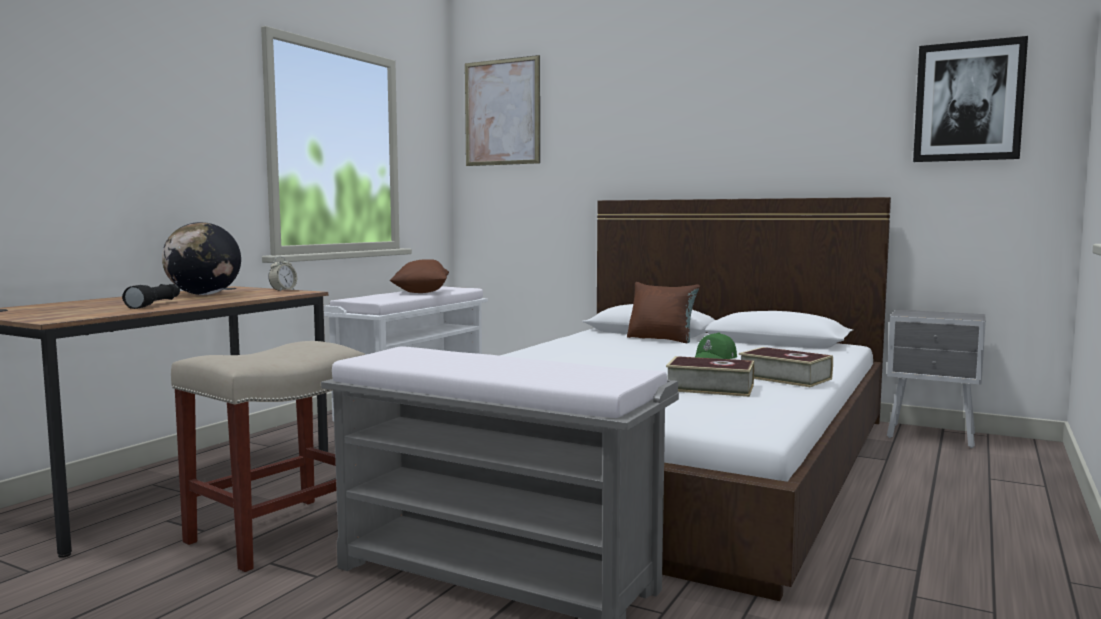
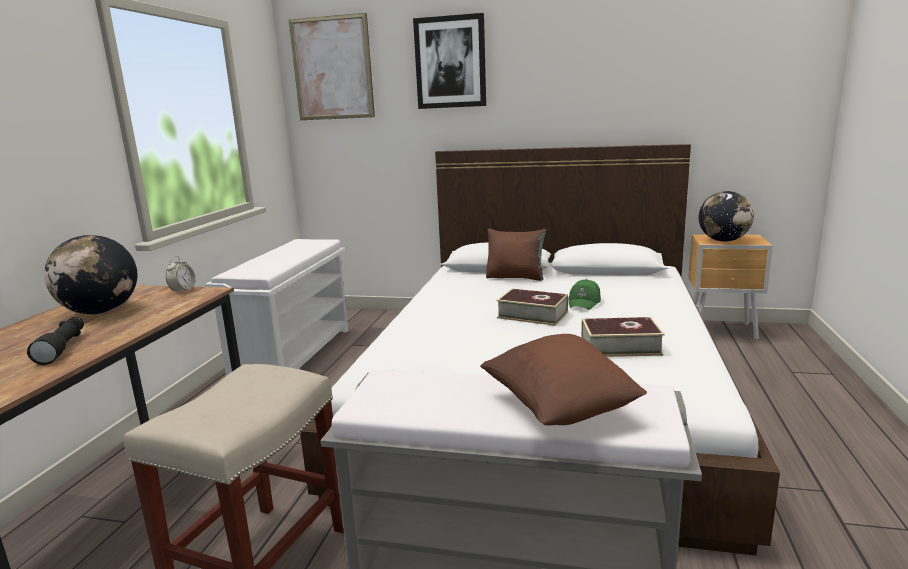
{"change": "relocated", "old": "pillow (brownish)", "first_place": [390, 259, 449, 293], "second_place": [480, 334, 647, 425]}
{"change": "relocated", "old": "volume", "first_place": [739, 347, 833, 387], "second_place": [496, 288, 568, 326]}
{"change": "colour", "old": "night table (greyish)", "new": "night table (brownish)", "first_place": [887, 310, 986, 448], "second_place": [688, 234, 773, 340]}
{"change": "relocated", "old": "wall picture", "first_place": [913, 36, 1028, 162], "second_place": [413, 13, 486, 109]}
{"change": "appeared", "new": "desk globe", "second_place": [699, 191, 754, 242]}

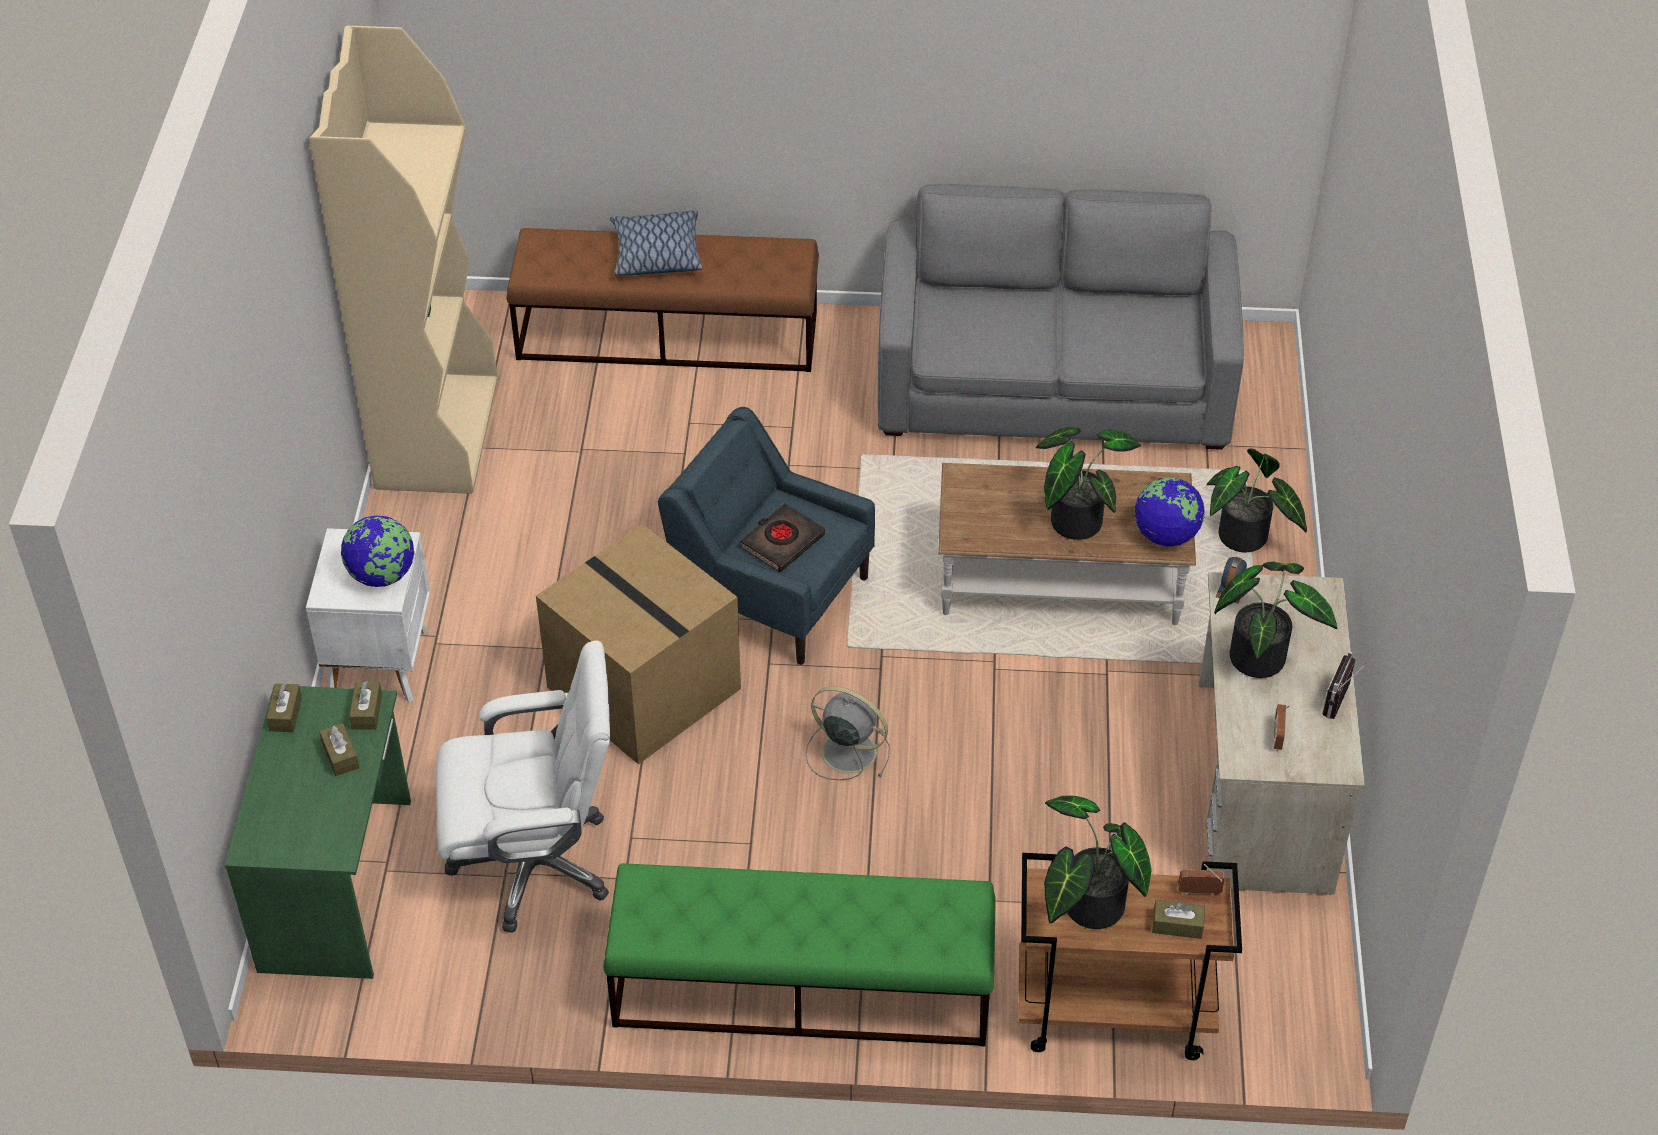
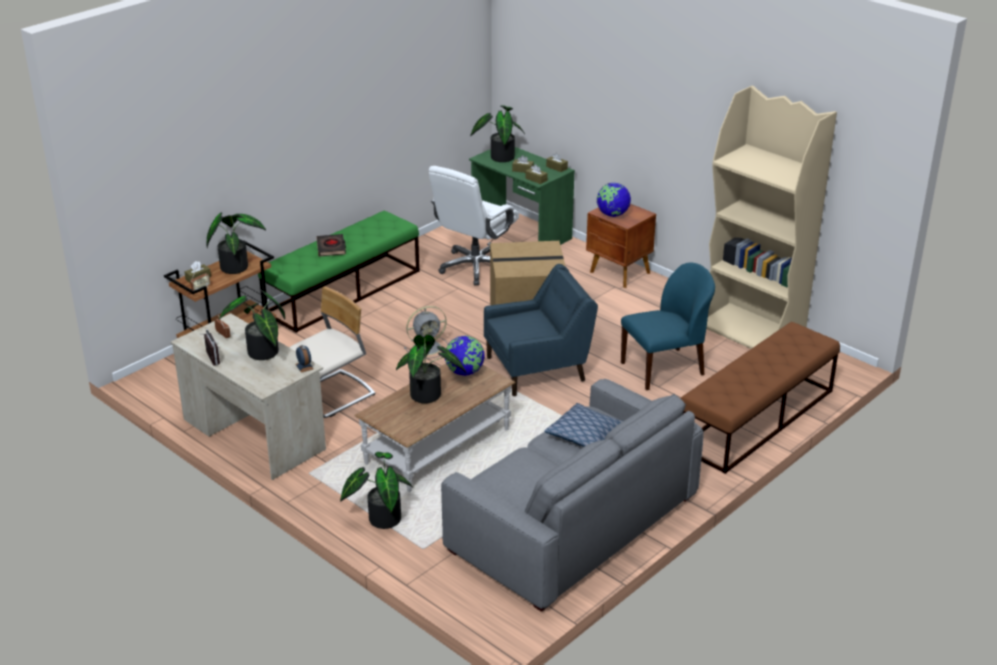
{"change": "colour", "old": "night table (white-coloured)", "new": "night table (brownish)", "first_place": [306, 528, 430, 702], "second_place": [586, 204, 656, 288]}
{"change": "relocated", "old": "pillow", "first_place": [610, 210, 703, 276], "second_place": [544, 403, 623, 447]}
{"change": "relocated", "old": "volume (blackish)", "first_place": [740, 503, 825, 572], "second_place": [316, 234, 346, 256]}
{"change": "relocated", "old": "desk globe", "first_place": [1134, 477, 1205, 547], "second_place": [445, 336, 485, 376]}
{"change": "appeared", "new": "upright chair (beige-coloured)", "second_place": [289, 286, 375, 418]}
{"change": "appeared", "new": "potted plant", "second_place": [471, 105, 525, 162]}
{"change": "appeared", "new": "upright chair (blue-coloured)", "second_place": [621, 262, 715, 390]}

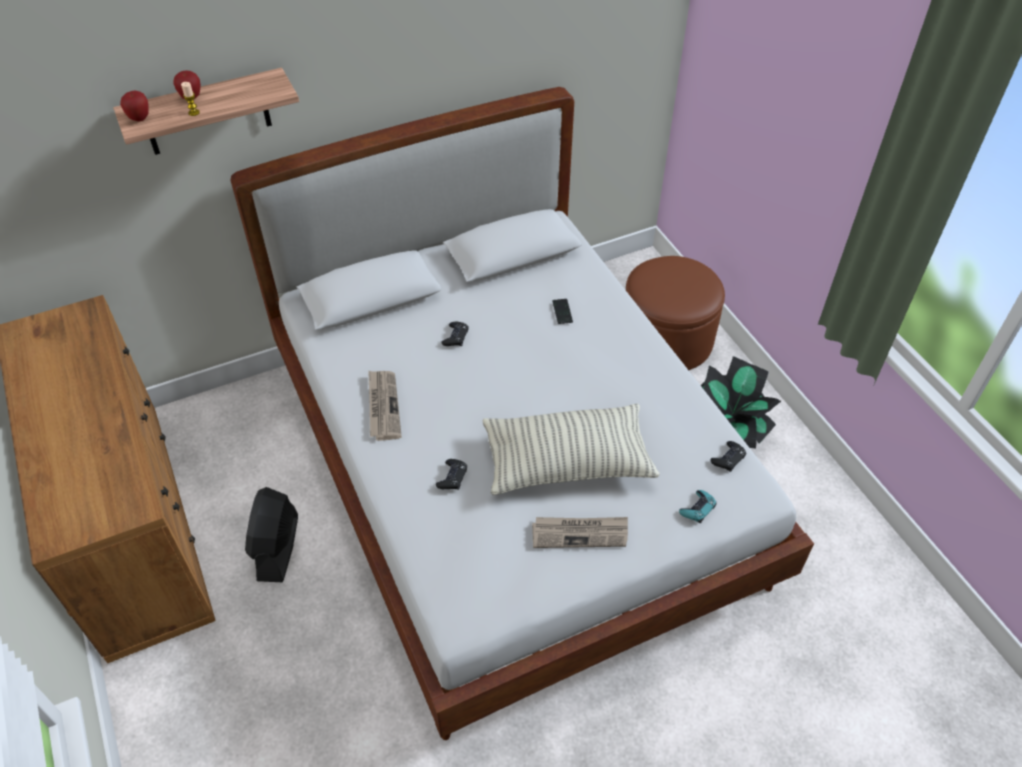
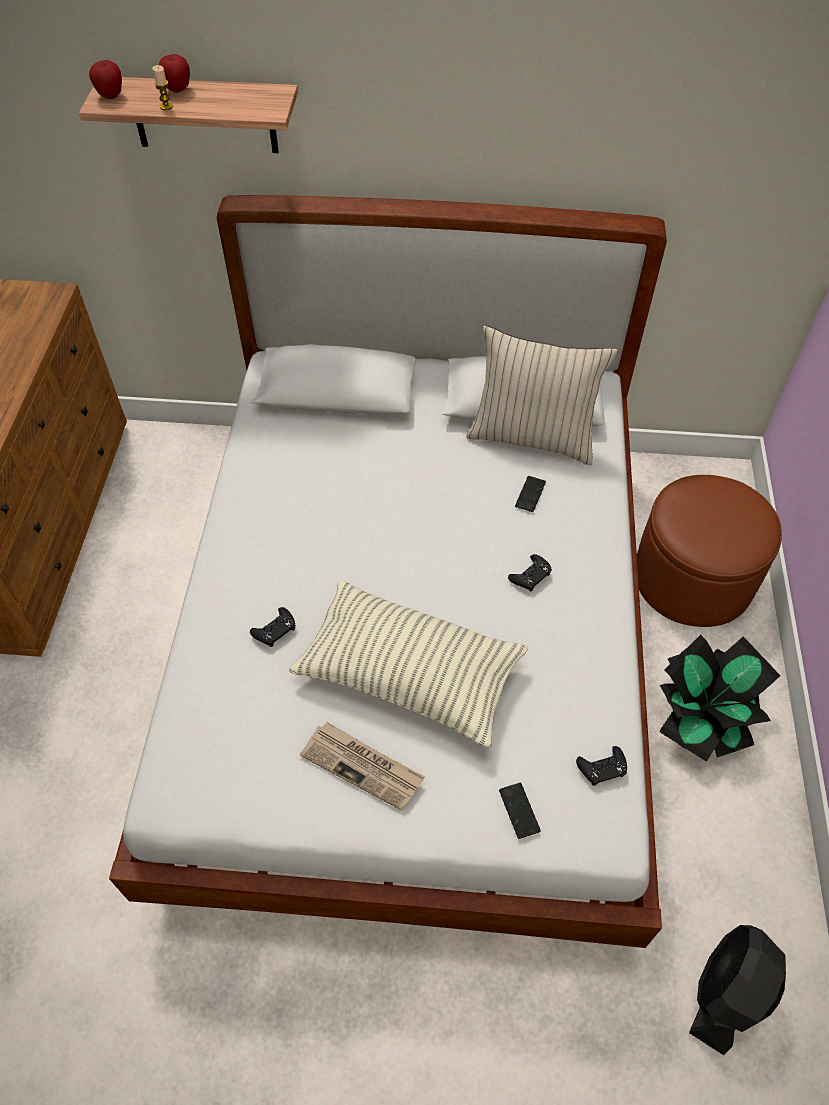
{"change": "relocated", "old": "fan (blackish)", "first_place": [245, 487, 298, 582], "second_place": [689, 925, 786, 1055]}
{"change": "missing", "old": "daily paper", "first_place": [368, 370, 402, 441]}
{"change": "relocated", "old": "gamepad (blackish)", "first_place": [441, 322, 469, 346], "second_place": [508, 554, 552, 591]}
{"change": "exchanged", "old": "gamepad (blue-green)", "new": "phone", "first_place": [679, 490, 717, 523], "second_place": [499, 783, 541, 839]}
{"change": "appeared", "new": "pillow (beige-coloured)", "second_place": [466, 325, 618, 465]}

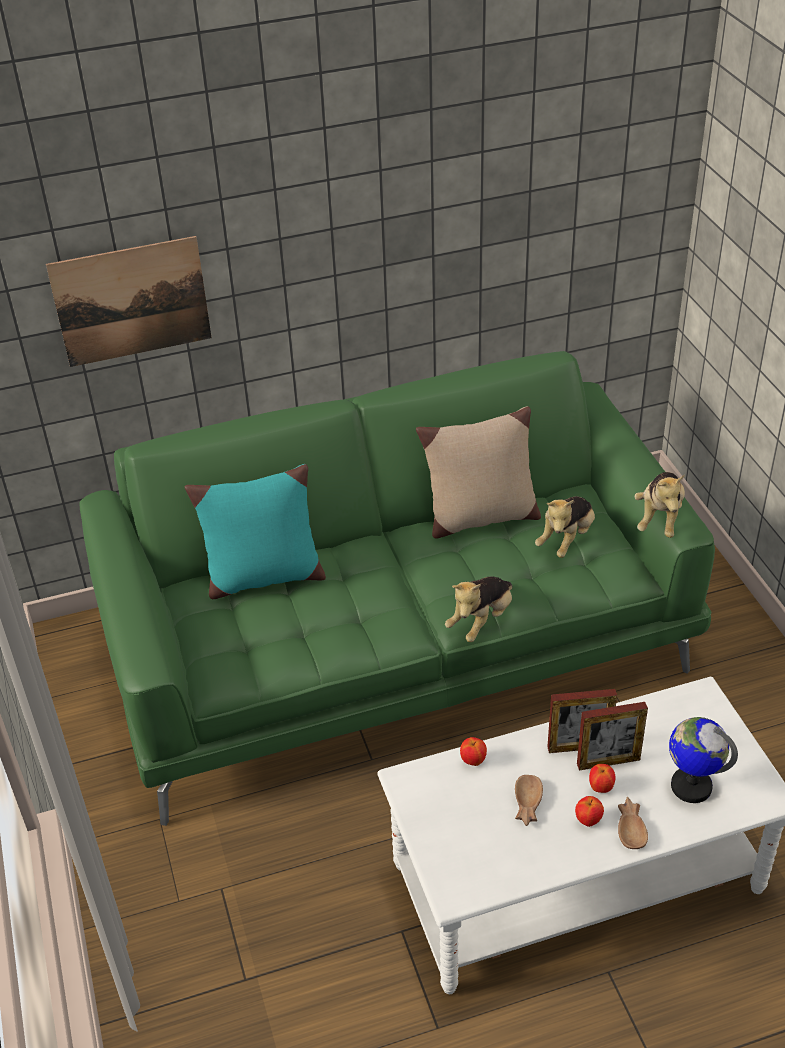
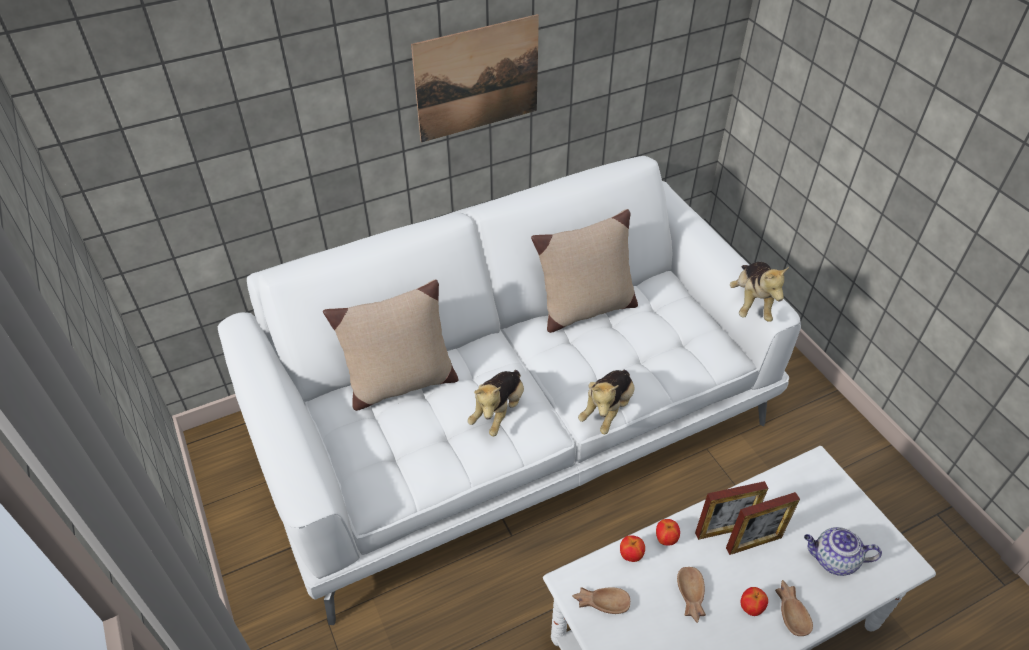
{"change": "relocated", "old": "wall picture", "first_place": [46, 236, 212, 367], "second_place": [411, 14, 539, 143]}
{"change": "colour", "old": "sofa (green-coloured)", "new": "sofa (white-coloured)", "first_place": [79, 351, 715, 826], "second_place": [218, 156, 801, 625]}
{"change": "colour", "old": "pillow (blue-green)", "new": "pillow (beige-coloured)", "first_place": [185, 464, 326, 599], "second_place": [323, 279, 458, 411]}
{"change": "relocated", "old": "cuddly toy", "first_place": [535, 496, 595, 558], "second_place": [467, 370, 524, 436]}
{"change": "relocated", "old": "whole apple", "first_place": [589, 764, 615, 793], "second_place": [656, 519, 680, 546]}
{"change": "exchanged", "old": "desk globe", "new": "teapot", "first_place": [669, 717, 738, 803], "second_place": [804, 527, 882, 576]}
{"change": "appeared", "new": "bowl (brownish)", "second_place": [572, 587, 630, 614]}

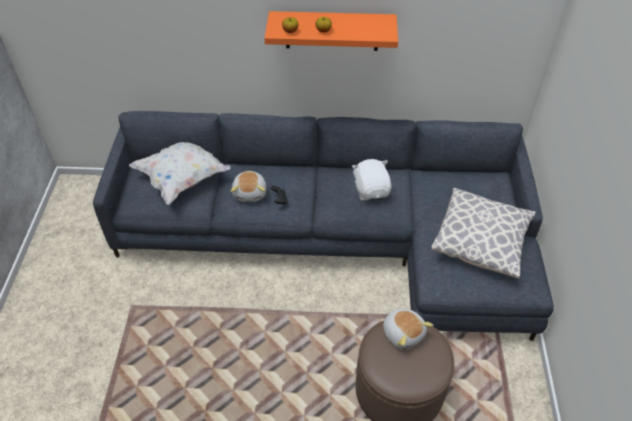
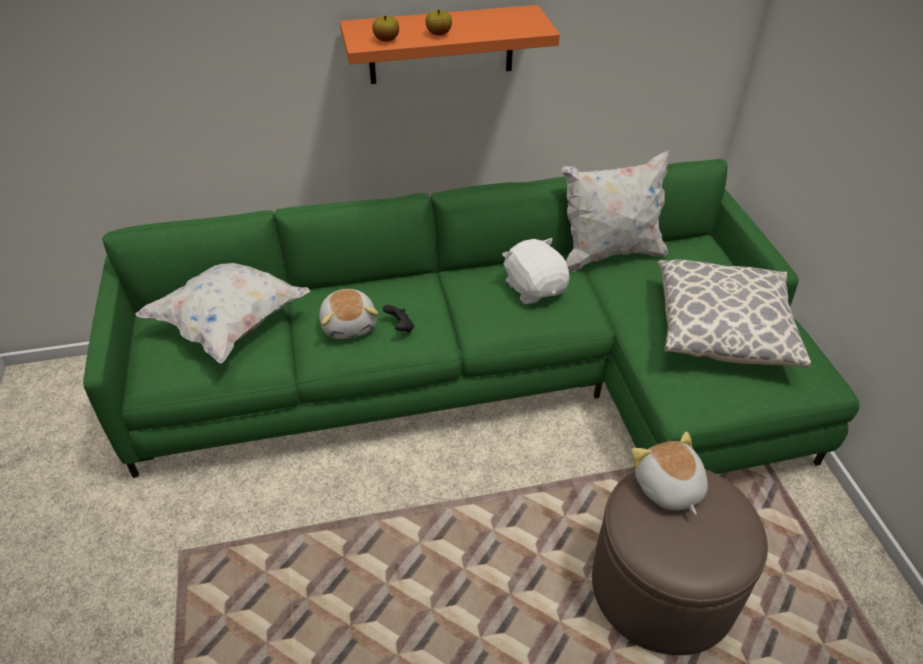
{"change": "colour", "old": "sofa (greyish)", "new": "sofa (green-coloured)", "first_place": [93, 111, 554, 341], "second_place": [83, 159, 859, 478]}
{"change": "spun", "old": "cuddly toy", "first_place": [383, 309, 433, 349], "second_place": [631, 432, 708, 515], "degrees": -150}
{"change": "appeared", "new": "pillow (white-coloured)", "second_place": [561, 150, 670, 272]}

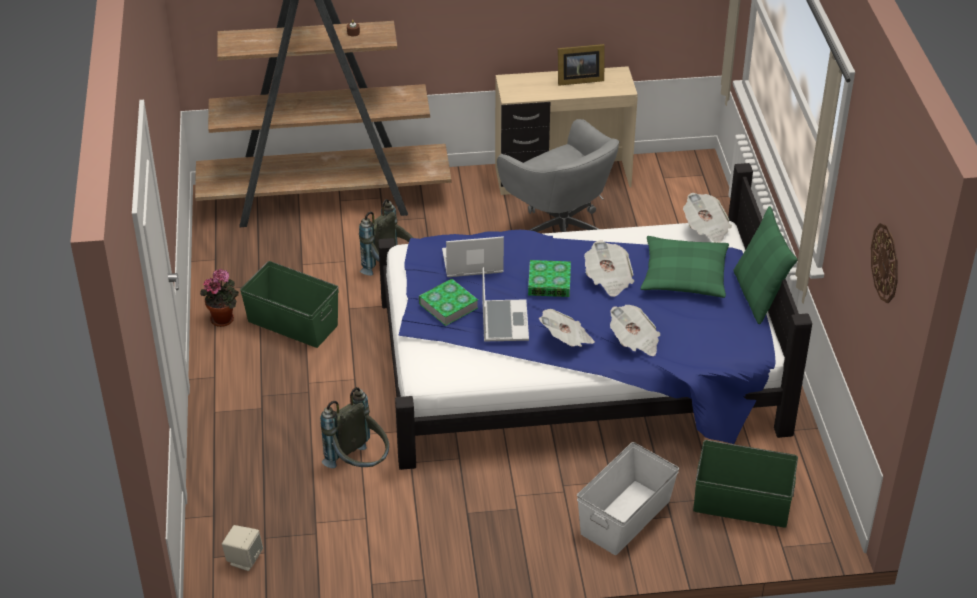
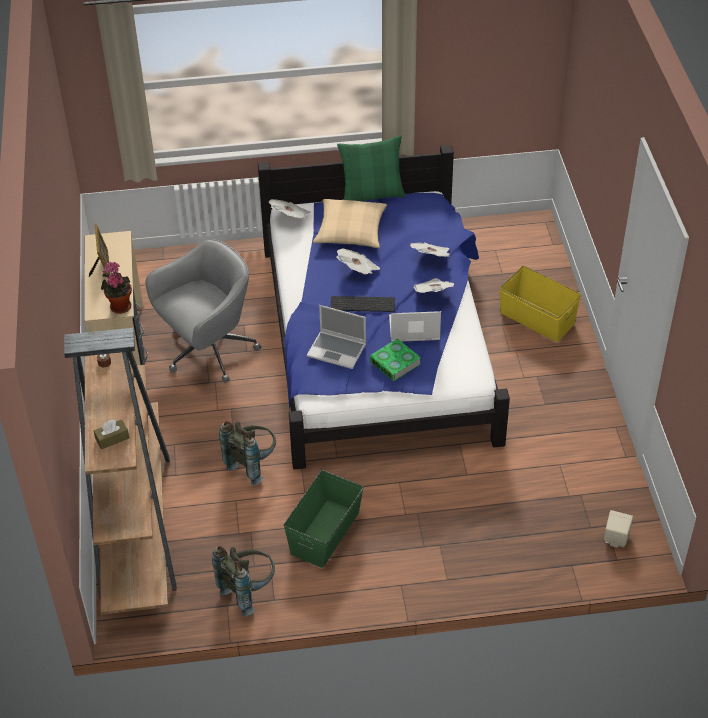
{"change": "relocated", "old": "potted plant", "first_place": [200, 269, 239, 327], "second_place": [101, 261, 132, 314]}
{"change": "relocated", "old": "backpack (greyish)", "first_place": [320, 387, 389, 468], "second_place": [212, 546, 275, 616]}
{"change": "spun", "old": "notebook computer", "first_place": [442, 236, 504, 277], "second_place": [307, 305, 366, 369], "degrees": -60}
{"change": "exchanged", "old": "volume", "new": "keyboard", "first_place": [528, 260, 571, 297], "second_place": [330, 296, 395, 312]}
{"change": "colour", "old": "storage container (white-coloured)", "new": "storage container (yellowish)", "first_place": [577, 442, 679, 555], "second_place": [500, 265, 581, 342]}
{"change": "colour", "old": "pillow (green-coloured)", "new": "pillow (beige-coloured)", "first_place": [641, 236, 729, 298], "second_place": [313, 199, 387, 248]}
{"change": "missing", "old": "storage container (green-coloured)", "first_place": [693, 440, 798, 528]}
{"change": "missing", "old": "clock on the wall", "first_place": [871, 223, 898, 303]}
{"change": "appeared", "new": "tissue holder (brownish)", "second_place": [94, 419, 129, 450]}

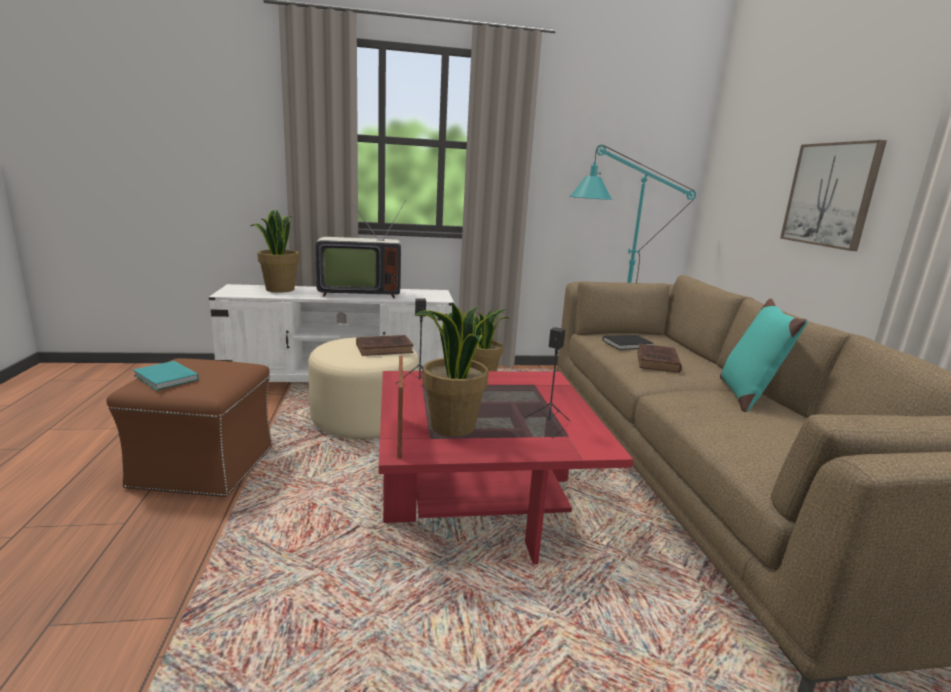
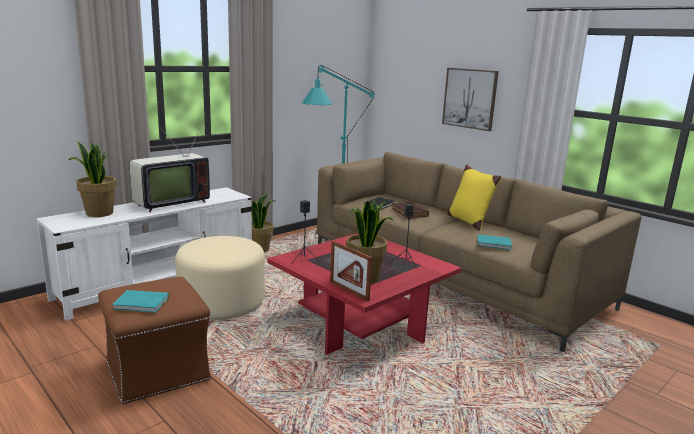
{"change": "missing", "old": "volume (brownish)", "first_place": [356, 335, 413, 356]}
{"change": "colour", "old": "pillow (blue-green)", "new": "pillow (yellowish)", "first_place": [720, 299, 808, 412], "second_place": [447, 165, 501, 230]}
{"change": "appeared", "new": "volume (blue-green)", "second_place": [478, 234, 512, 250]}

